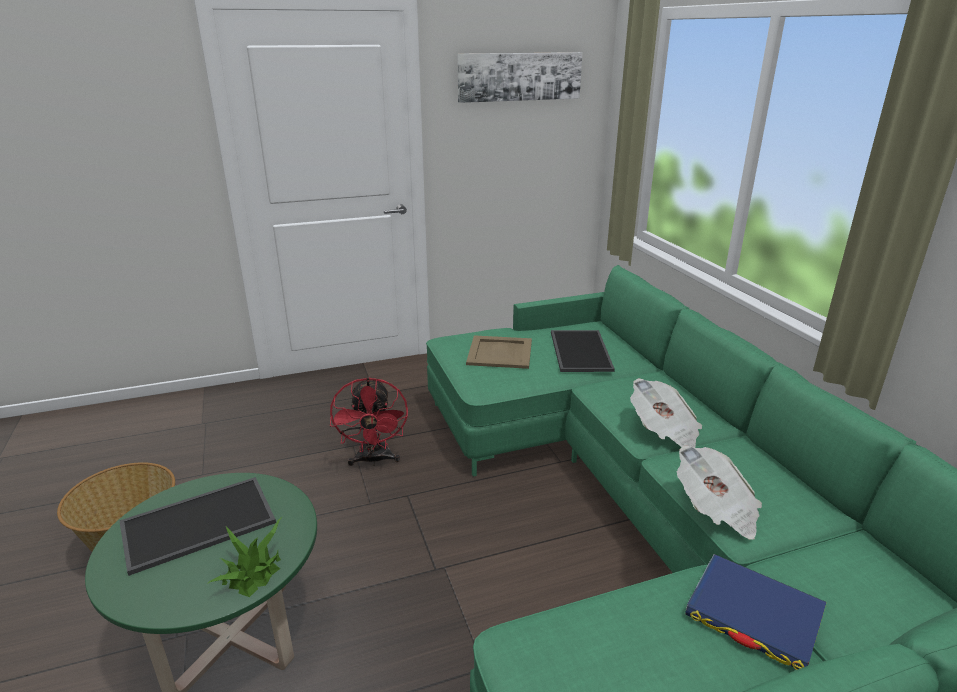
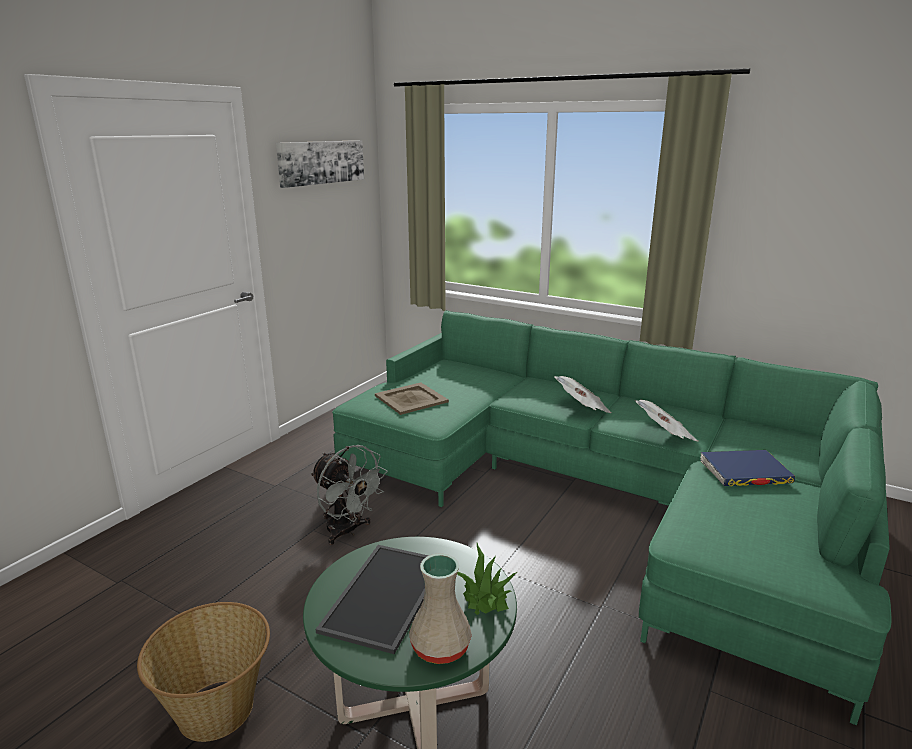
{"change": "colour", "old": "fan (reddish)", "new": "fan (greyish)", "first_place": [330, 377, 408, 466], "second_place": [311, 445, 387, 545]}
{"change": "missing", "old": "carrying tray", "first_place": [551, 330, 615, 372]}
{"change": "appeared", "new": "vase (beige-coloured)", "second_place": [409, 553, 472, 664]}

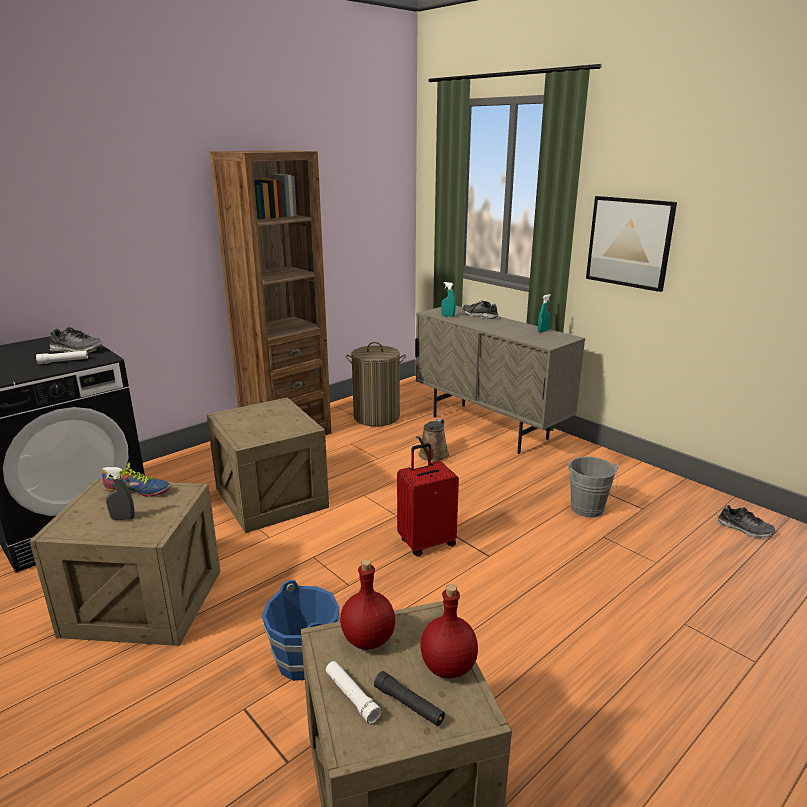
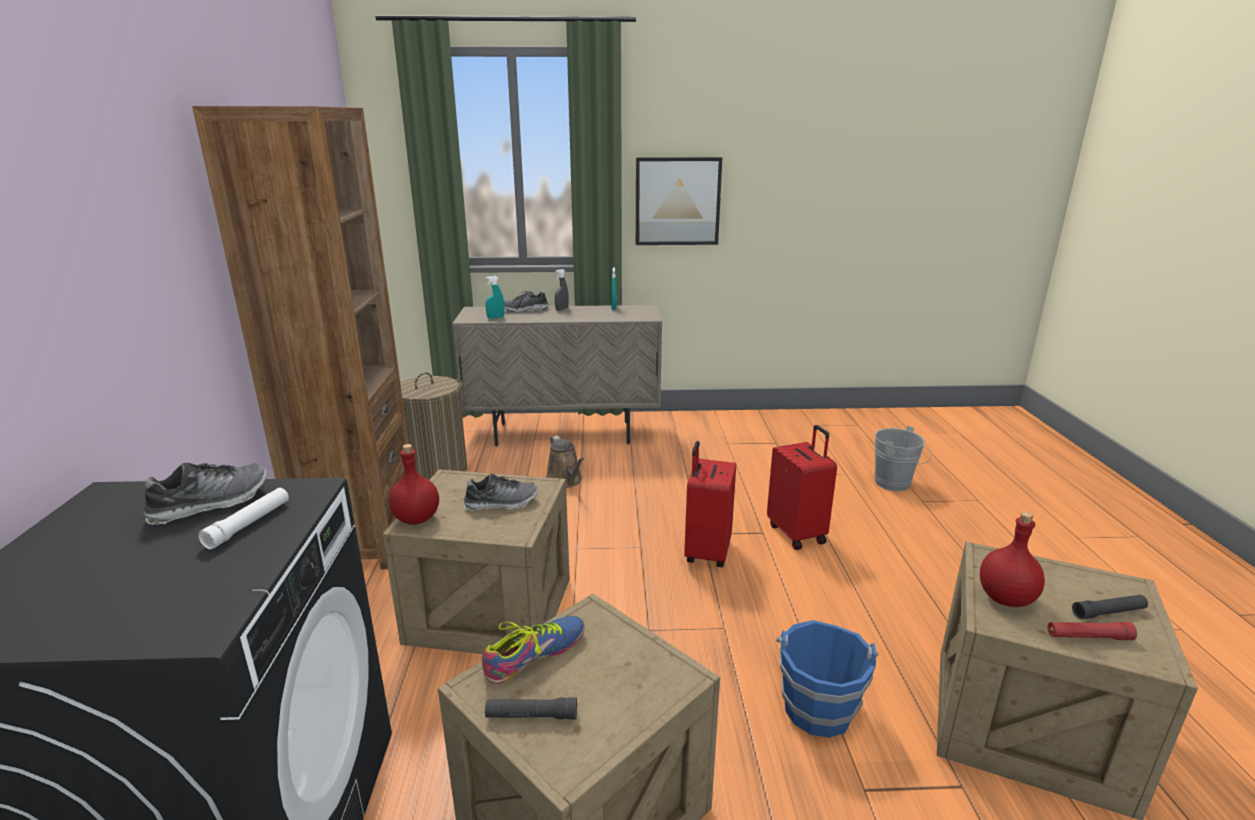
{"change": "relocated", "old": "sprayer (greyish)", "first_place": [103, 467, 135, 520], "second_place": [555, 269, 569, 311]}
{"change": "colour", "old": "flashlight (white-coloured)", "new": "flashlight (reddish)", "first_place": [326, 661, 382, 724], "second_place": [1048, 622, 1137, 640]}
{"change": "relocated", "old": "drink bottle (reddish)", "first_place": [420, 584, 478, 678], "second_place": [389, 444, 439, 525]}
{"change": "relocated", "old": "water bucket (greyish)", "first_place": [568, 456, 619, 518], "second_place": [875, 426, 932, 491]}
{"change": "relocated", "old": "low shoe", "first_place": [717, 505, 775, 538], "second_place": [464, 474, 538, 511]}
{"change": "appeared", "new": "flashlight (blackish)", "second_place": [485, 697, 577, 720]}
{"change": "appeared", "new": "travel case (reddish)", "second_place": [767, 425, 837, 550]}

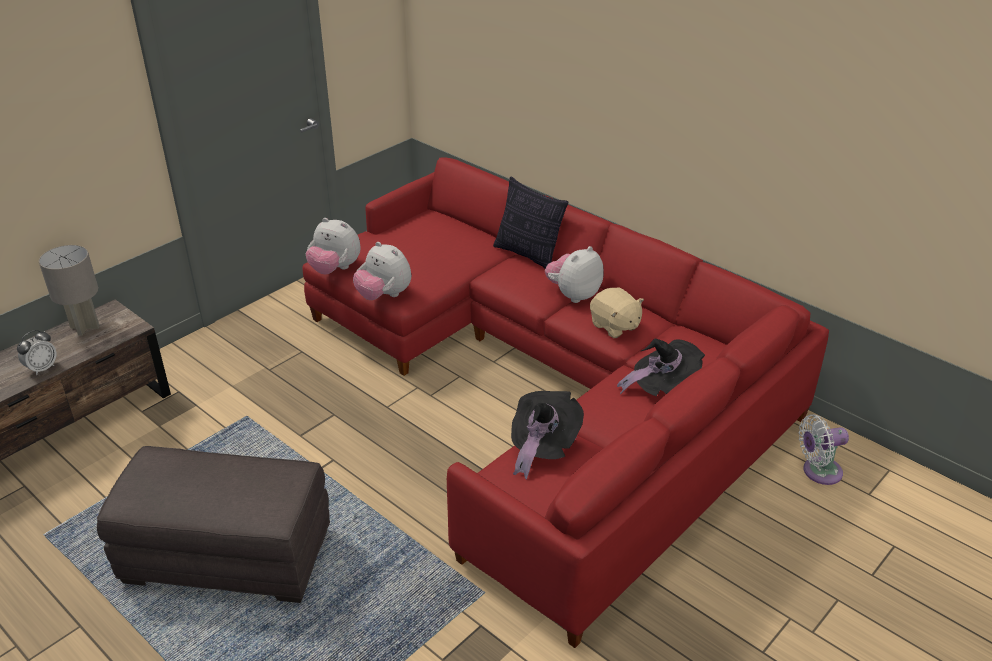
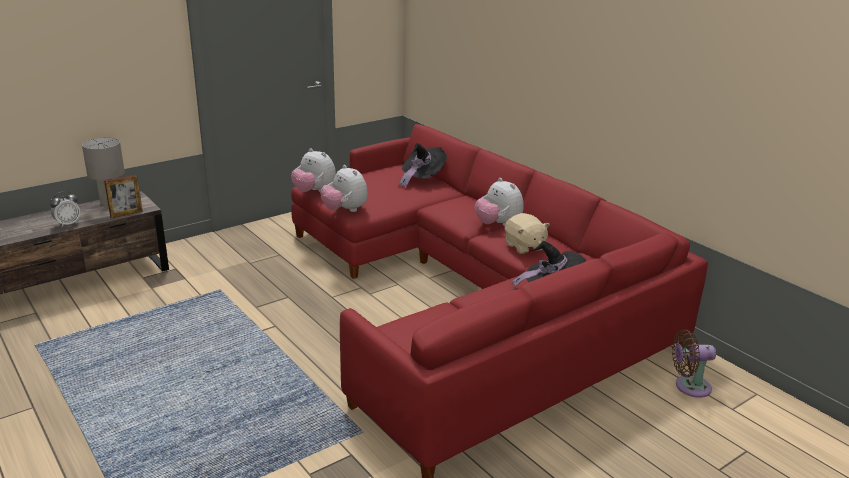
{"change": "missing", "old": "pouffe (greyish)", "first_place": [97, 446, 330, 603]}
{"change": "missing", "old": "pillow", "first_place": [493, 177, 568, 269]}
{"change": "relocated", "old": "wearable hat (blackish)", "first_place": [511, 391, 584, 479], "second_place": [399, 143, 447, 188]}
{"change": "spun", "old": "cuddly toy", "first_place": [545, 246, 603, 303], "second_place": [475, 178, 524, 226], "degrees": -90}
{"change": "colour", "old": "fan (white-coloured)", "new": "fan (brownish)", "first_place": [798, 414, 849, 485], "second_place": [672, 329, 716, 398]}
{"change": "appeared", "new": "standing frame", "second_place": [104, 175, 143, 218]}

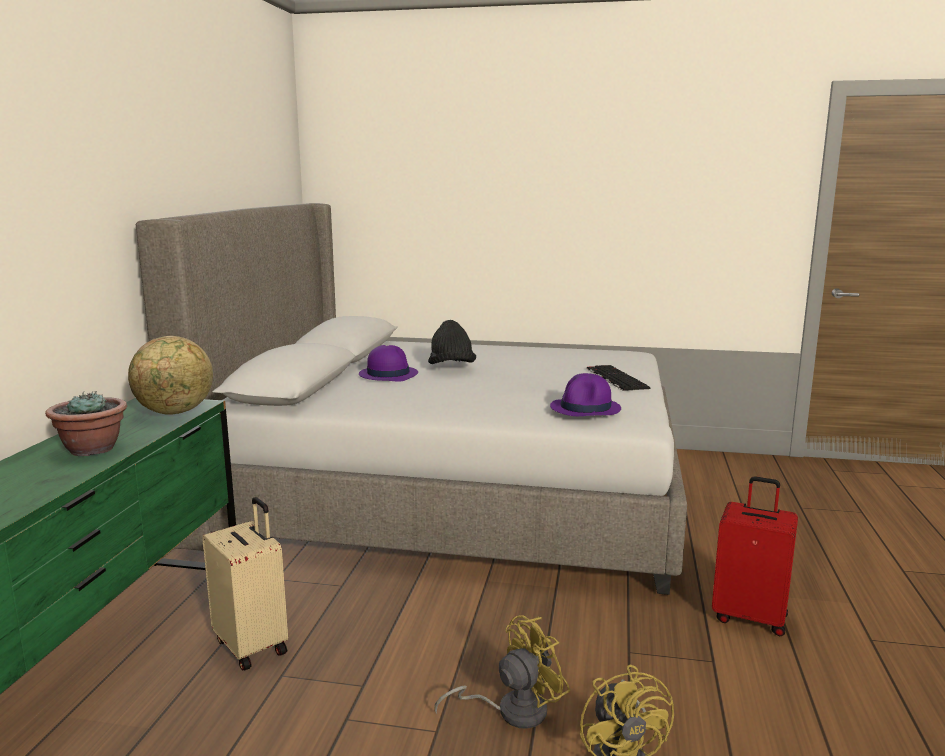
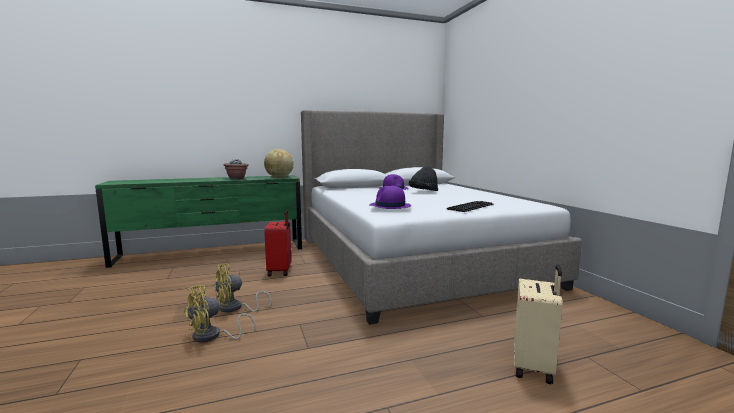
{"change": "relocated", "old": "travel case (beige-coloured)", "first_place": [202, 497, 288, 671], "second_place": [514, 265, 563, 384]}
{"change": "spun", "old": "fan (yellowish)", "first_place": [434, 615, 570, 729], "second_place": [213, 264, 272, 312], "degrees": 120}
{"change": "relocated", "old": "travel case (reddish)", "first_place": [712, 476, 798, 636], "second_place": [264, 210, 292, 276]}

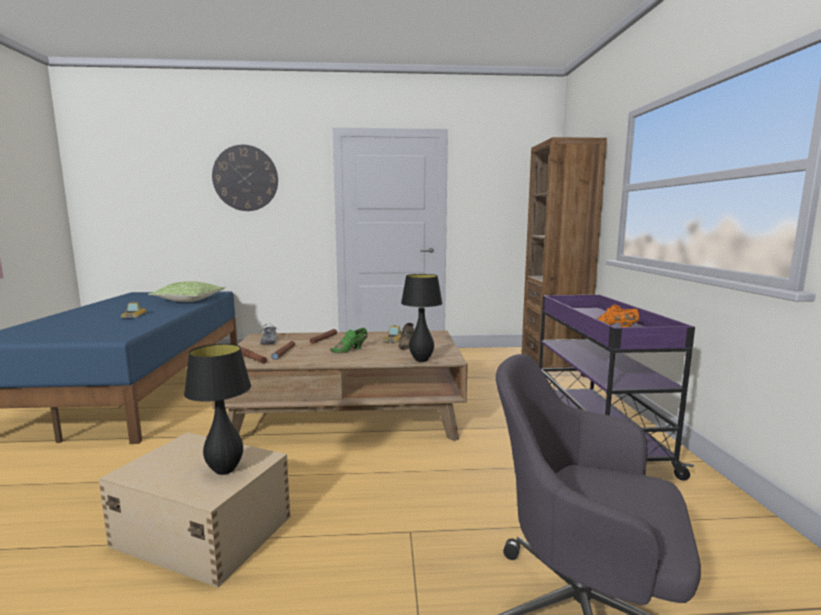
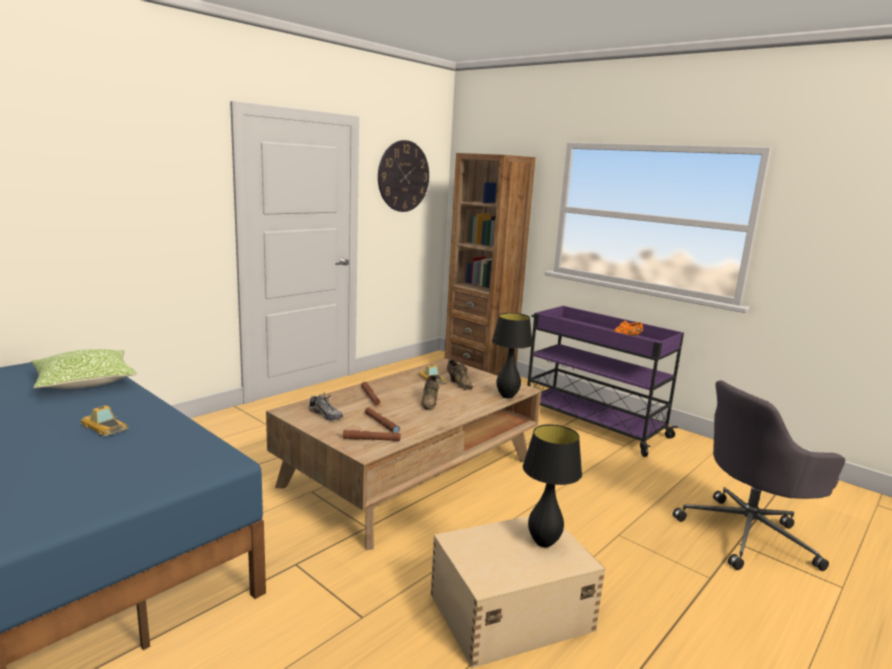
{"change": "relocated", "old": "clock on the wall", "first_place": [212, 145, 278, 211], "second_place": [378, 140, 429, 212]}
{"change": "colour", "old": "low shoe (green-coloured)", "new": "low shoe (brownish)", "first_place": [330, 328, 368, 353], "second_place": [421, 375, 439, 409]}

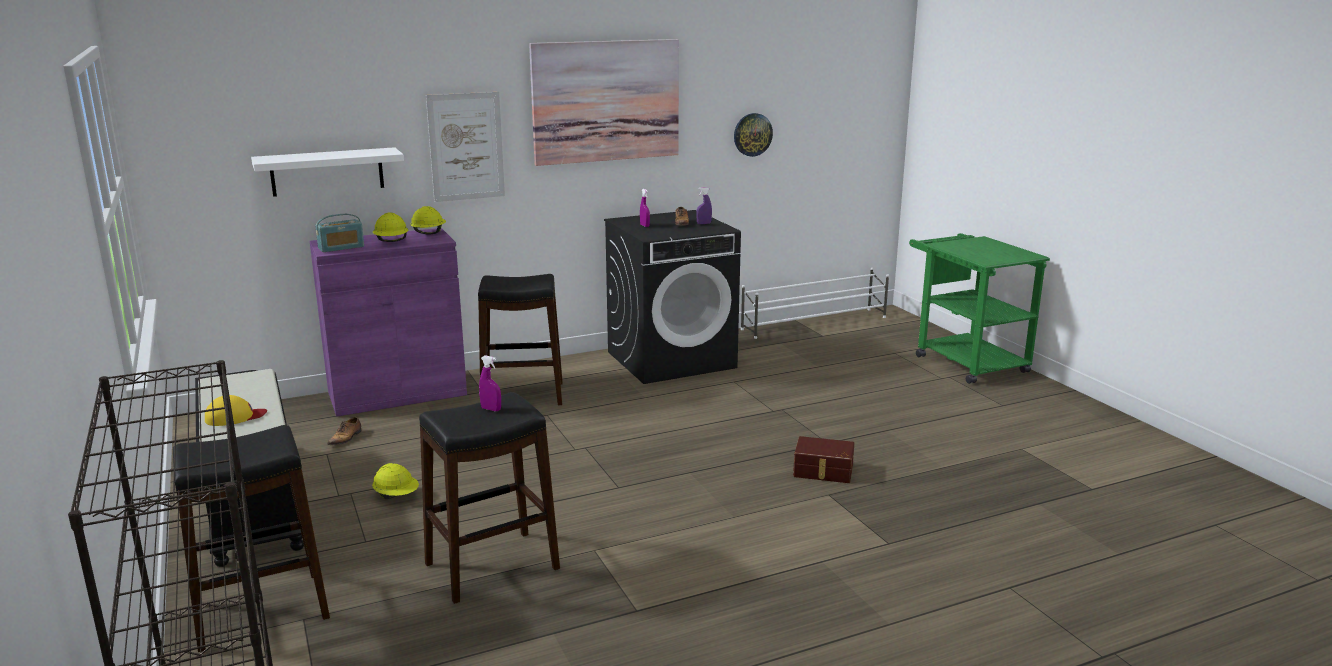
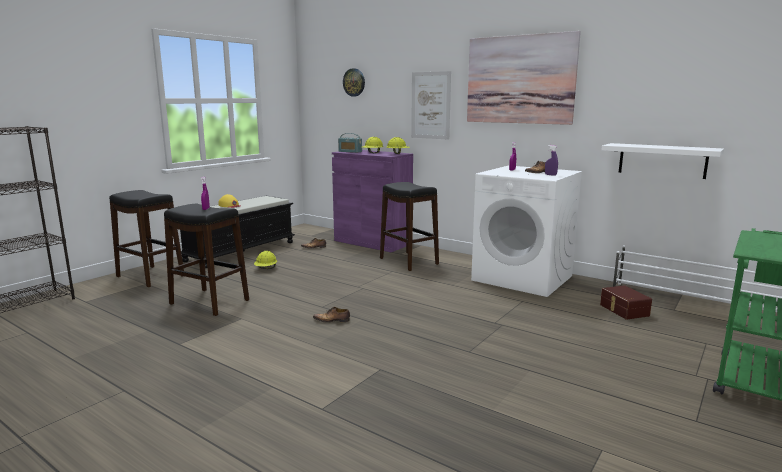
{"change": "relocated", "old": "shelf (white-coloured)", "first_place": [251, 147, 404, 197], "second_place": [602, 143, 724, 179]}
{"change": "colour", "old": "laundry appliance (blackish)", "new": "laundry appliance (white-coloured)", "first_place": [604, 210, 741, 384], "second_place": [471, 165, 582, 297]}
{"change": "relocated", "old": "clock on the wall", "first_place": [734, 113, 773, 157], "second_place": [343, 68, 365, 97]}
{"change": "relocated", "old": "storage container (brownish)", "first_place": [793, 436, 854, 483], "second_place": [600, 285, 652, 320]}
{"change": "appeared", "new": "low shoe", "second_place": [313, 307, 350, 323]}

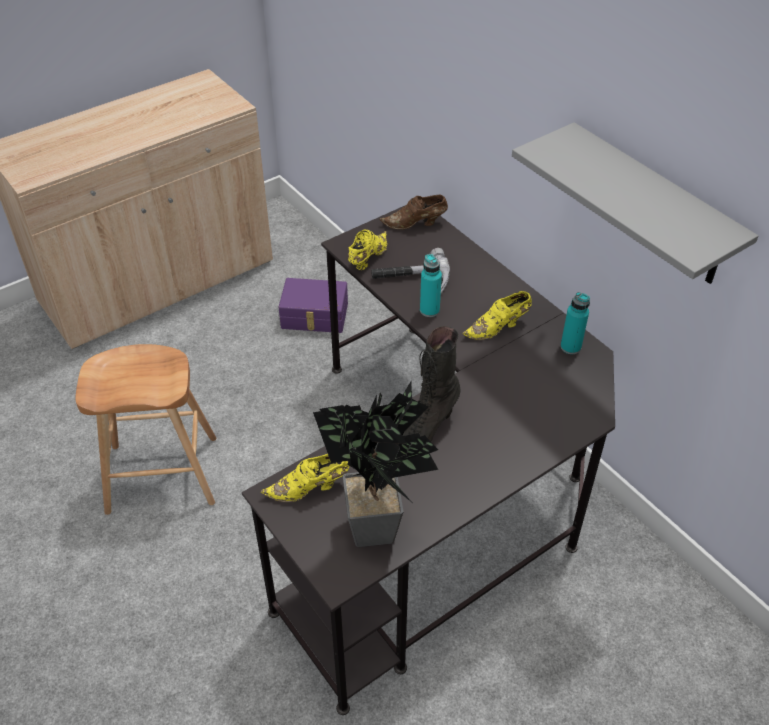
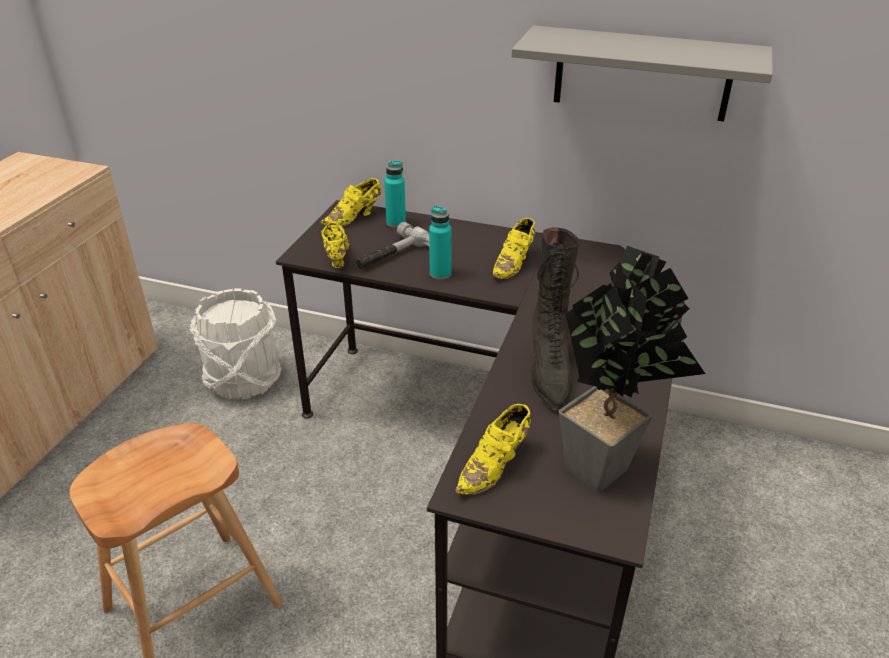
{"change": "exchanged", "old": "storage container (purplish)", "new": "water bucket (white-coloured)", "first_place": [278, 278, 348, 333], "second_place": [189, 288, 282, 400]}
{"change": "colour", "old": "low shoe (brownish)", "new": "low shoe (yellowish)", "first_place": [380, 195, 448, 230], "second_place": [320, 178, 381, 226]}
{"change": "relocated", "old": "drink bottle (blue-green)", "first_place": [560, 292, 590, 354], "second_place": [384, 161, 406, 228]}

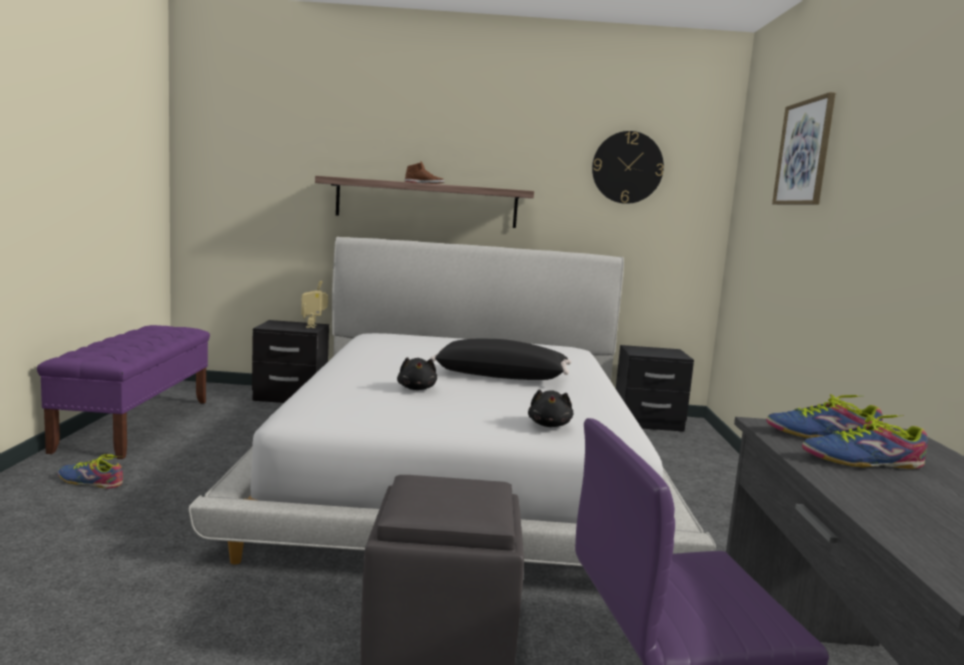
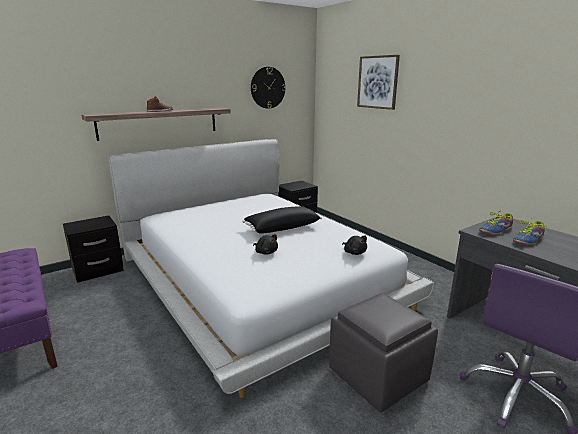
{"change": "missing", "old": "low shoe", "first_place": [58, 454, 123, 489]}
{"change": "missing", "old": "model robot", "first_place": [301, 281, 328, 328]}

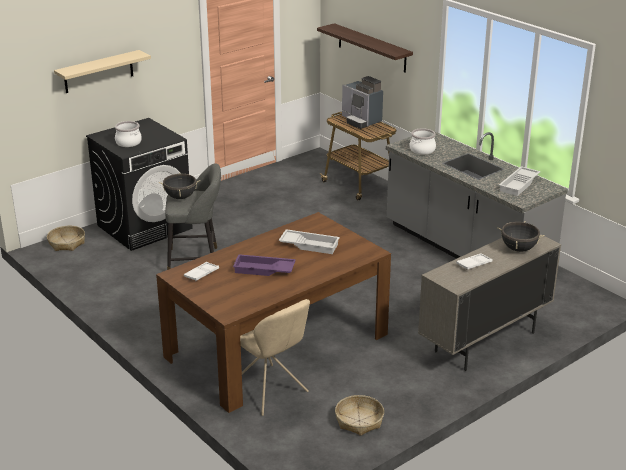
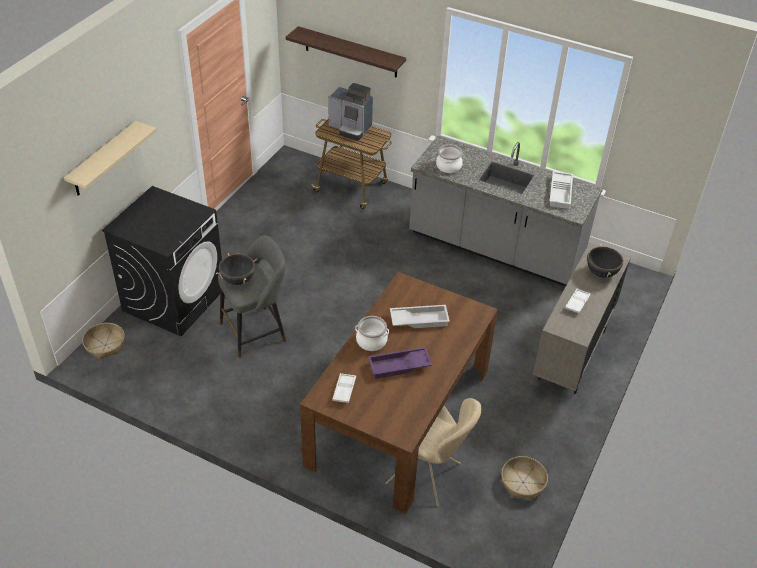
{"change": "relocated", "old": "cooking pot", "first_place": [115, 121, 142, 147], "second_place": [355, 316, 389, 351]}

